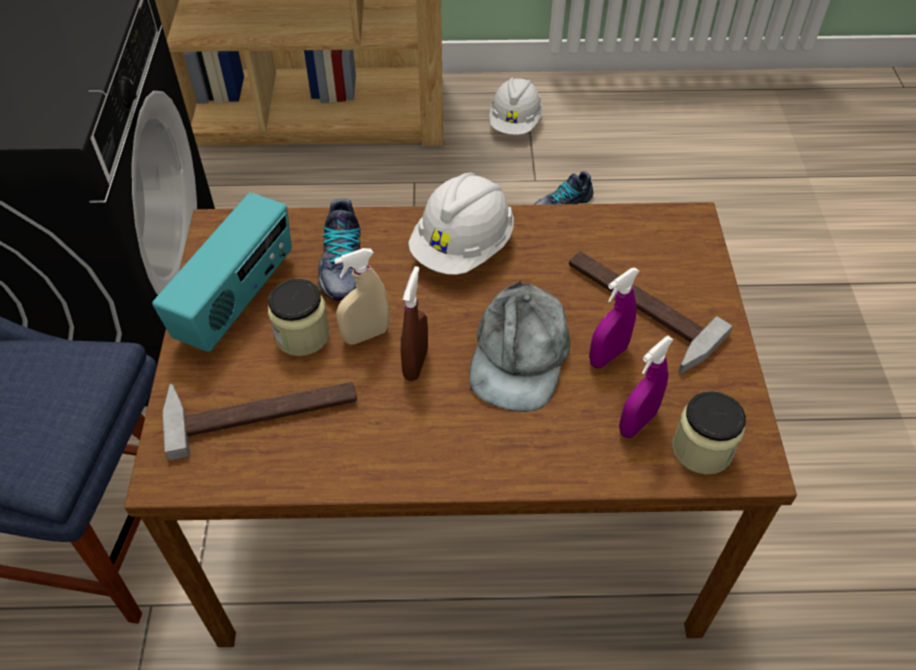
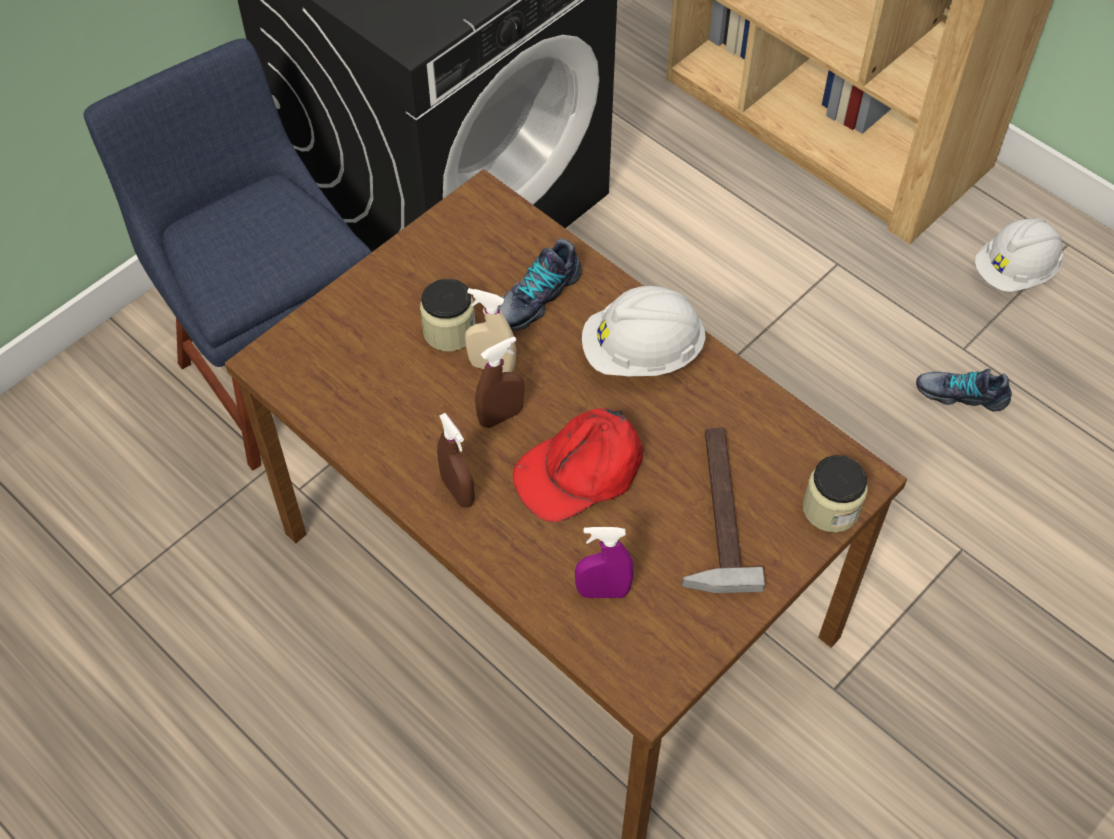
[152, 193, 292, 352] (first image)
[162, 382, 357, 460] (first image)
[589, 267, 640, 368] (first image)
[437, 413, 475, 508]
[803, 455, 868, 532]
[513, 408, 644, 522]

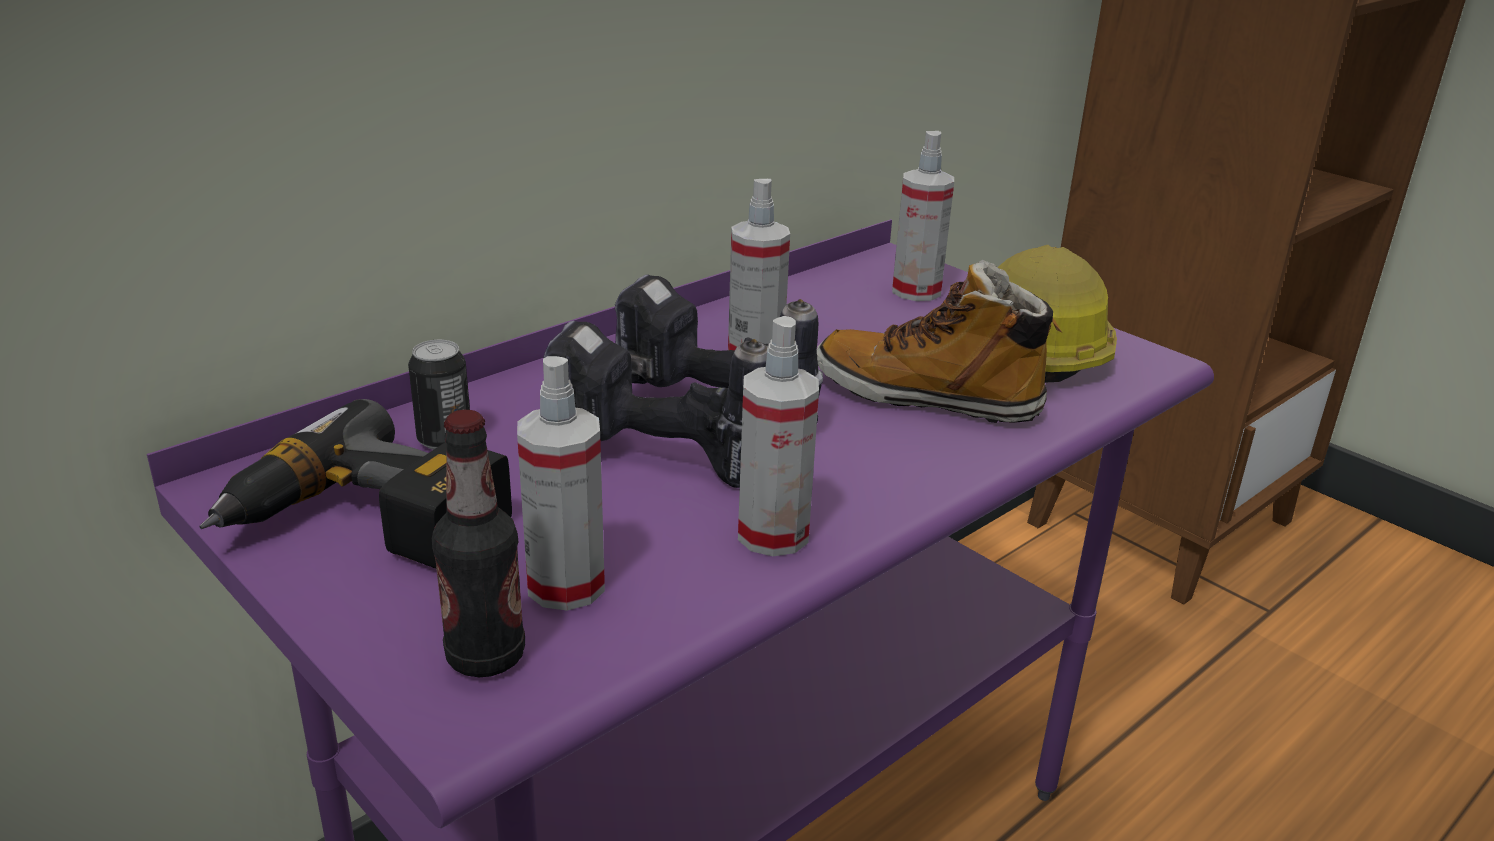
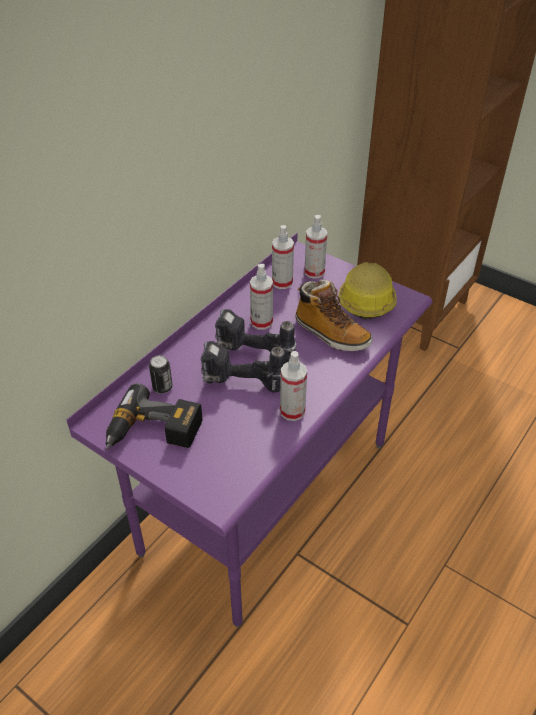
[432, 410, 525, 677] (first image)
[272, 225, 294, 289]
[295, 279, 372, 351]

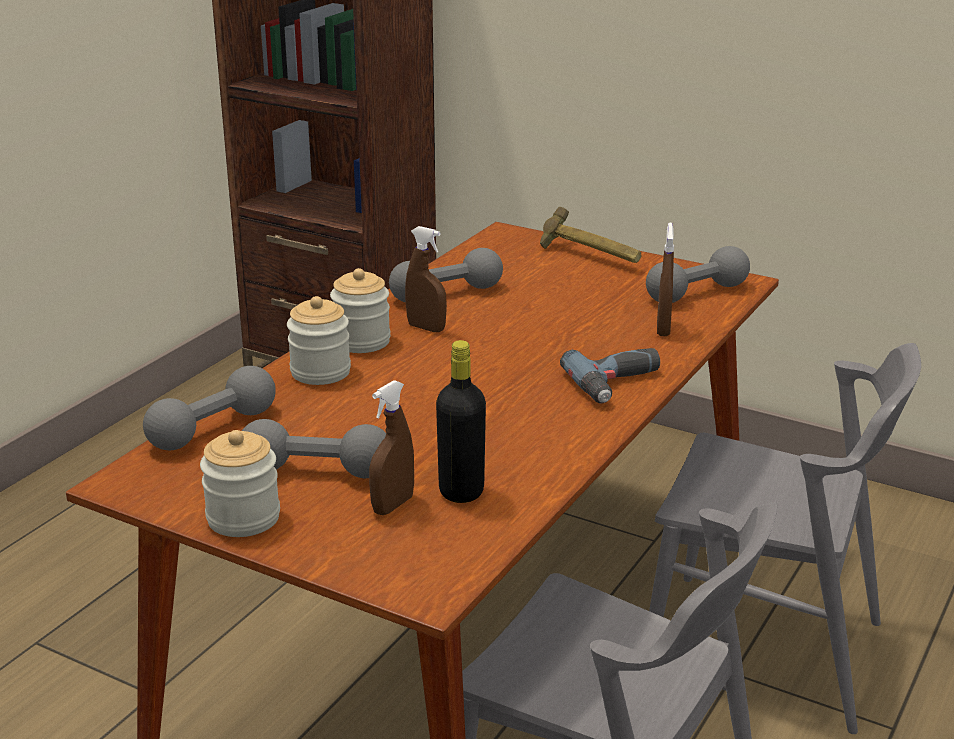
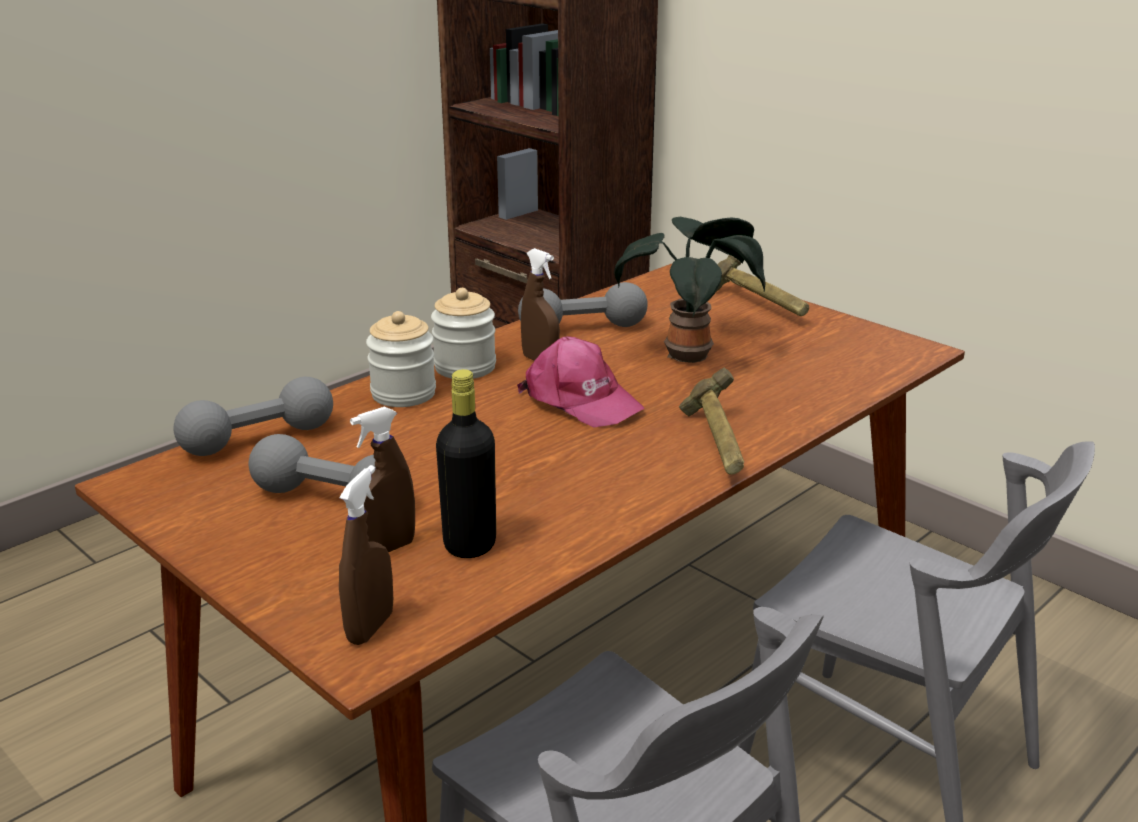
[200, 430, 280, 537] (first image)
[646, 246, 750, 303] (first image)
[517, 336, 645, 427]
[614, 217, 766, 363]
[339, 465, 393, 645]
[679, 368, 744, 474]

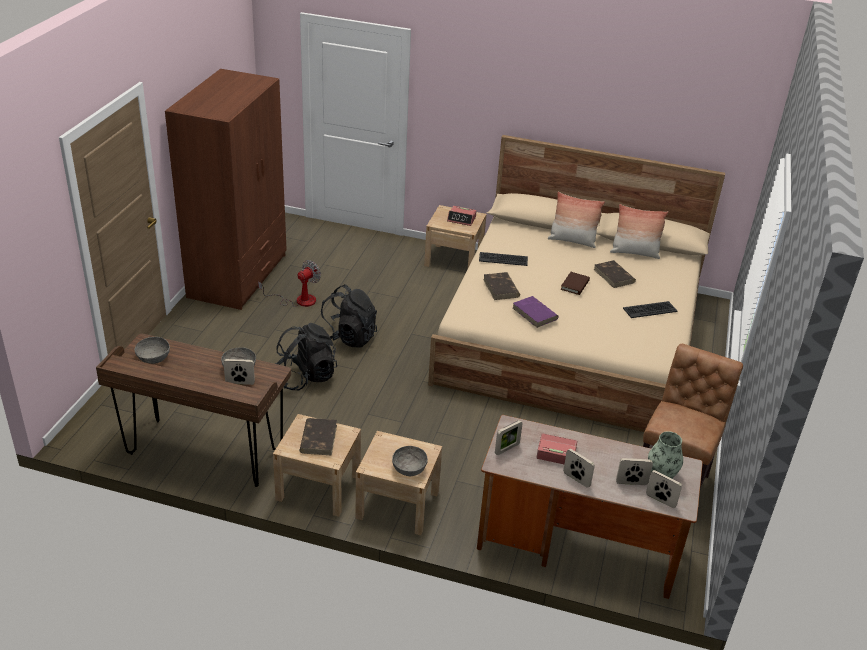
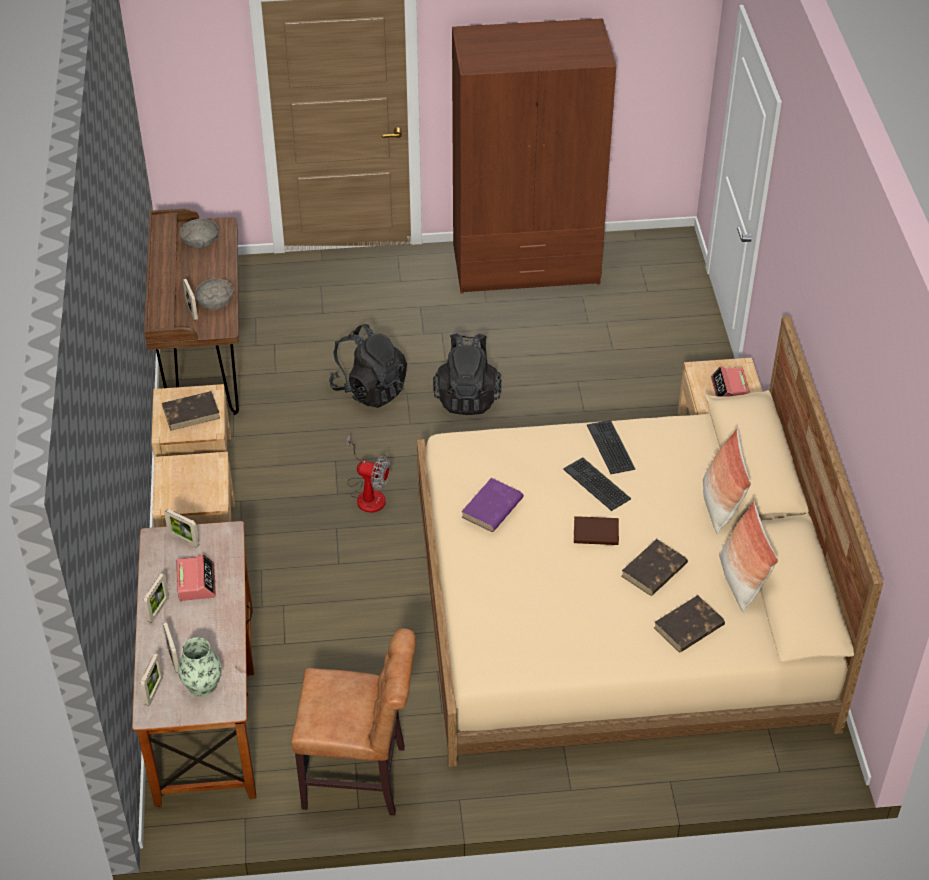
[392, 446, 428, 477] (first image)
[347, 435, 390, 513]
[654, 595, 725, 652]
[563, 457, 631, 511]

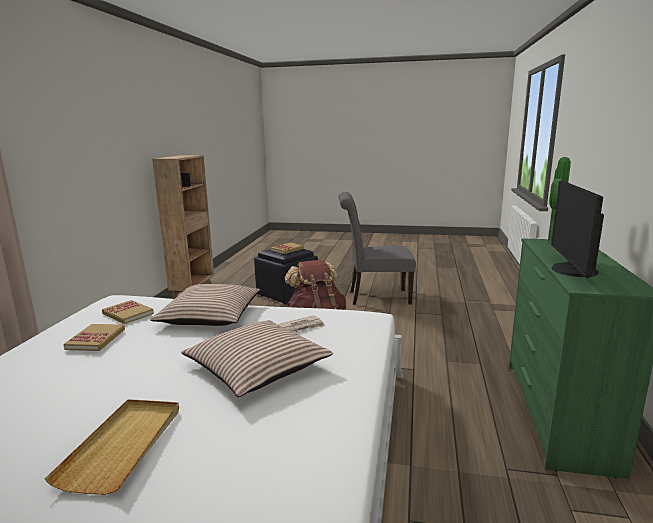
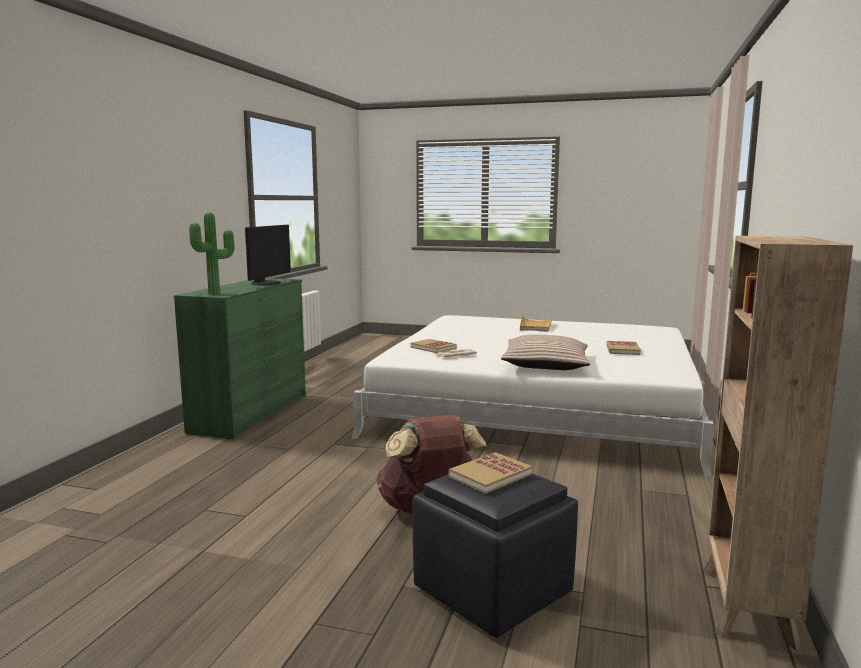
[181, 320, 333, 397] (first image)
[338, 192, 416, 305] (first image)
[411, 339, 457, 353]

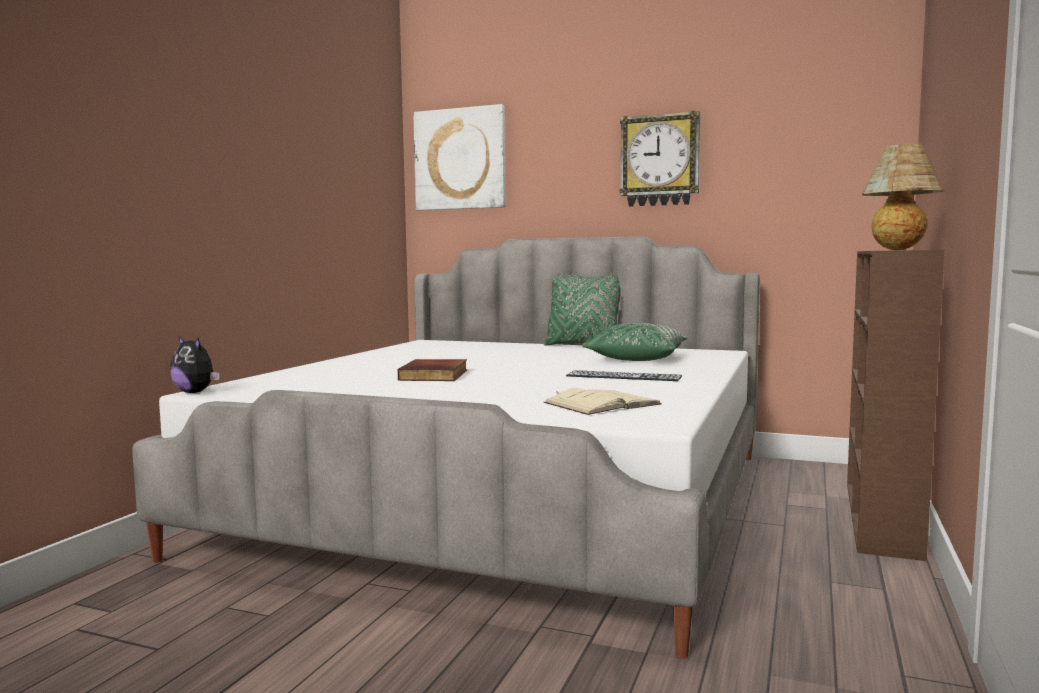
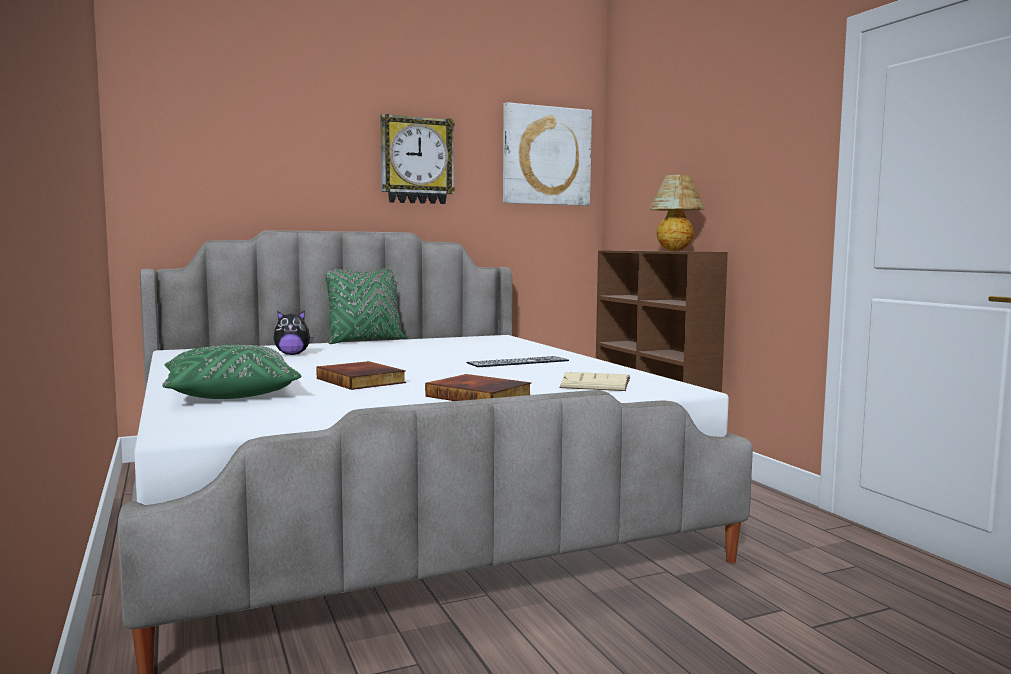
[425, 374, 531, 401]
[274, 310, 314, 355]
[503, 102, 592, 206]
[162, 345, 301, 399]

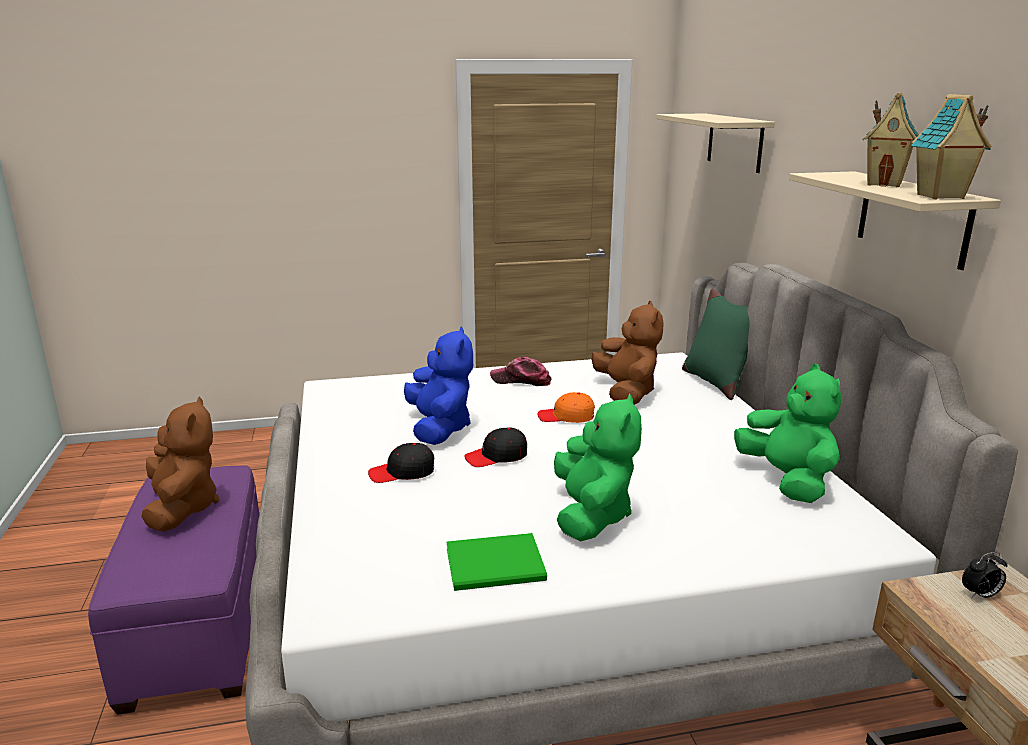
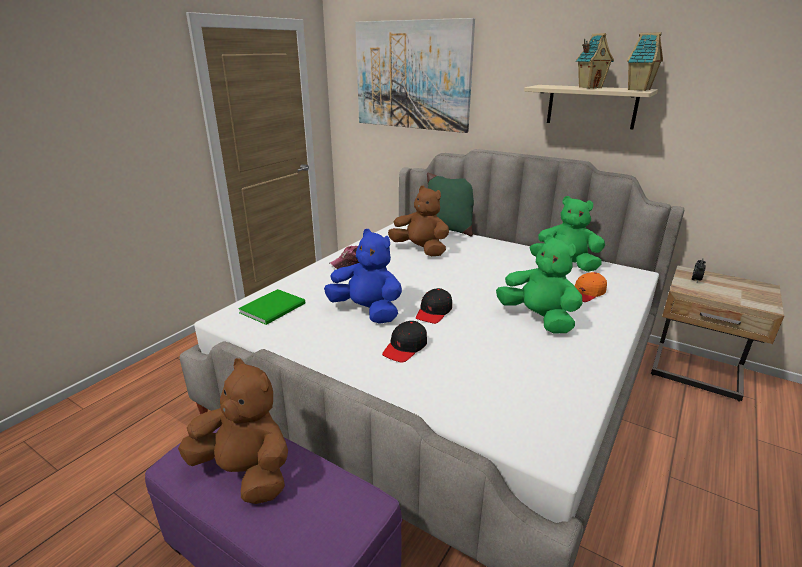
[238, 289, 305, 325]
[575, 272, 607, 302]
[355, 18, 475, 133]

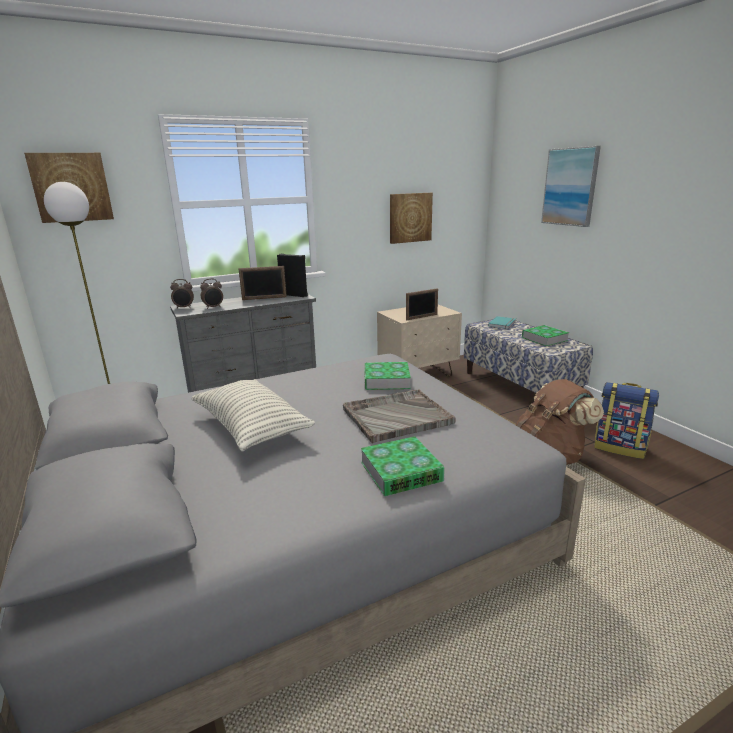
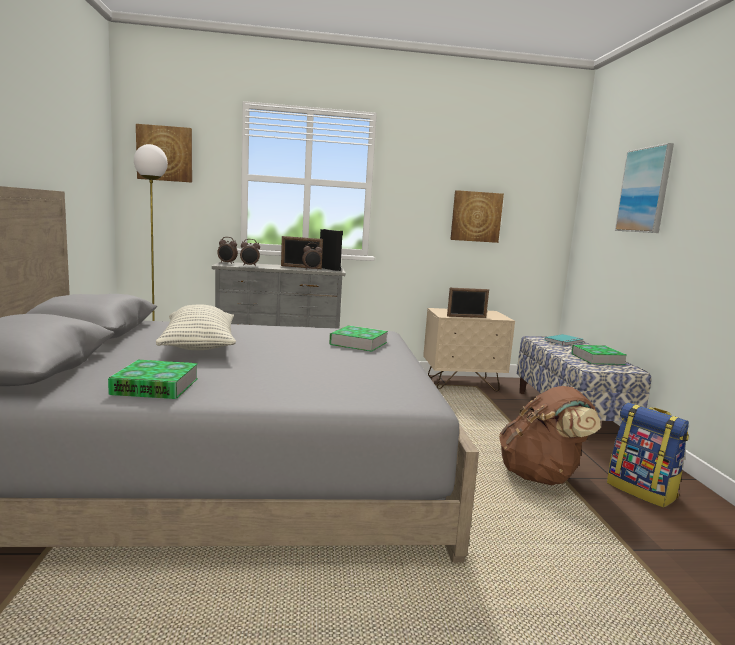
[343, 390, 456, 443] (first image)
[302, 243, 322, 270]
[108, 360, 198, 399]

